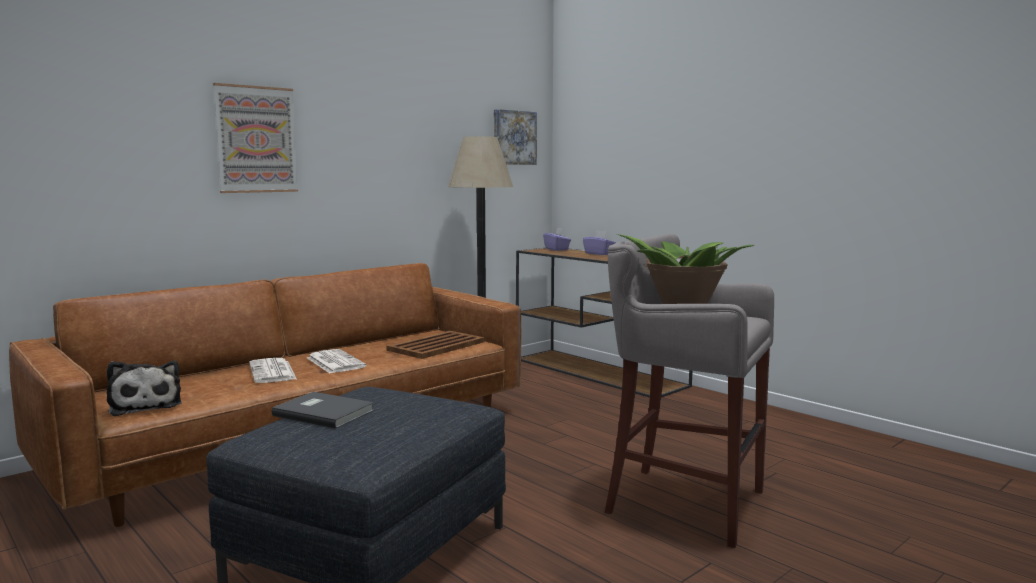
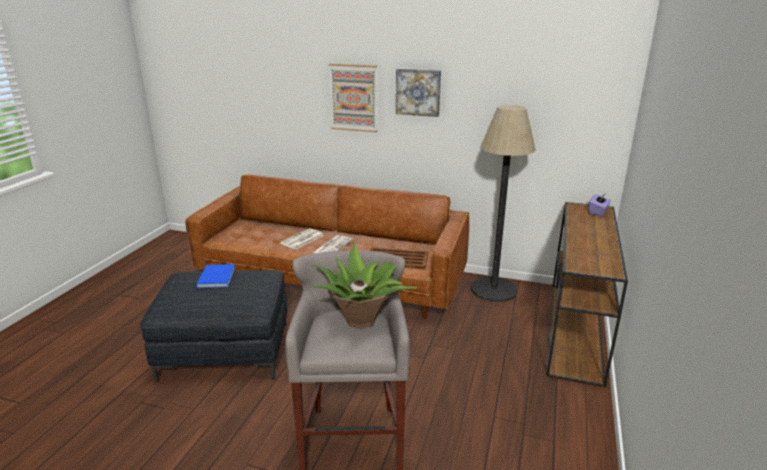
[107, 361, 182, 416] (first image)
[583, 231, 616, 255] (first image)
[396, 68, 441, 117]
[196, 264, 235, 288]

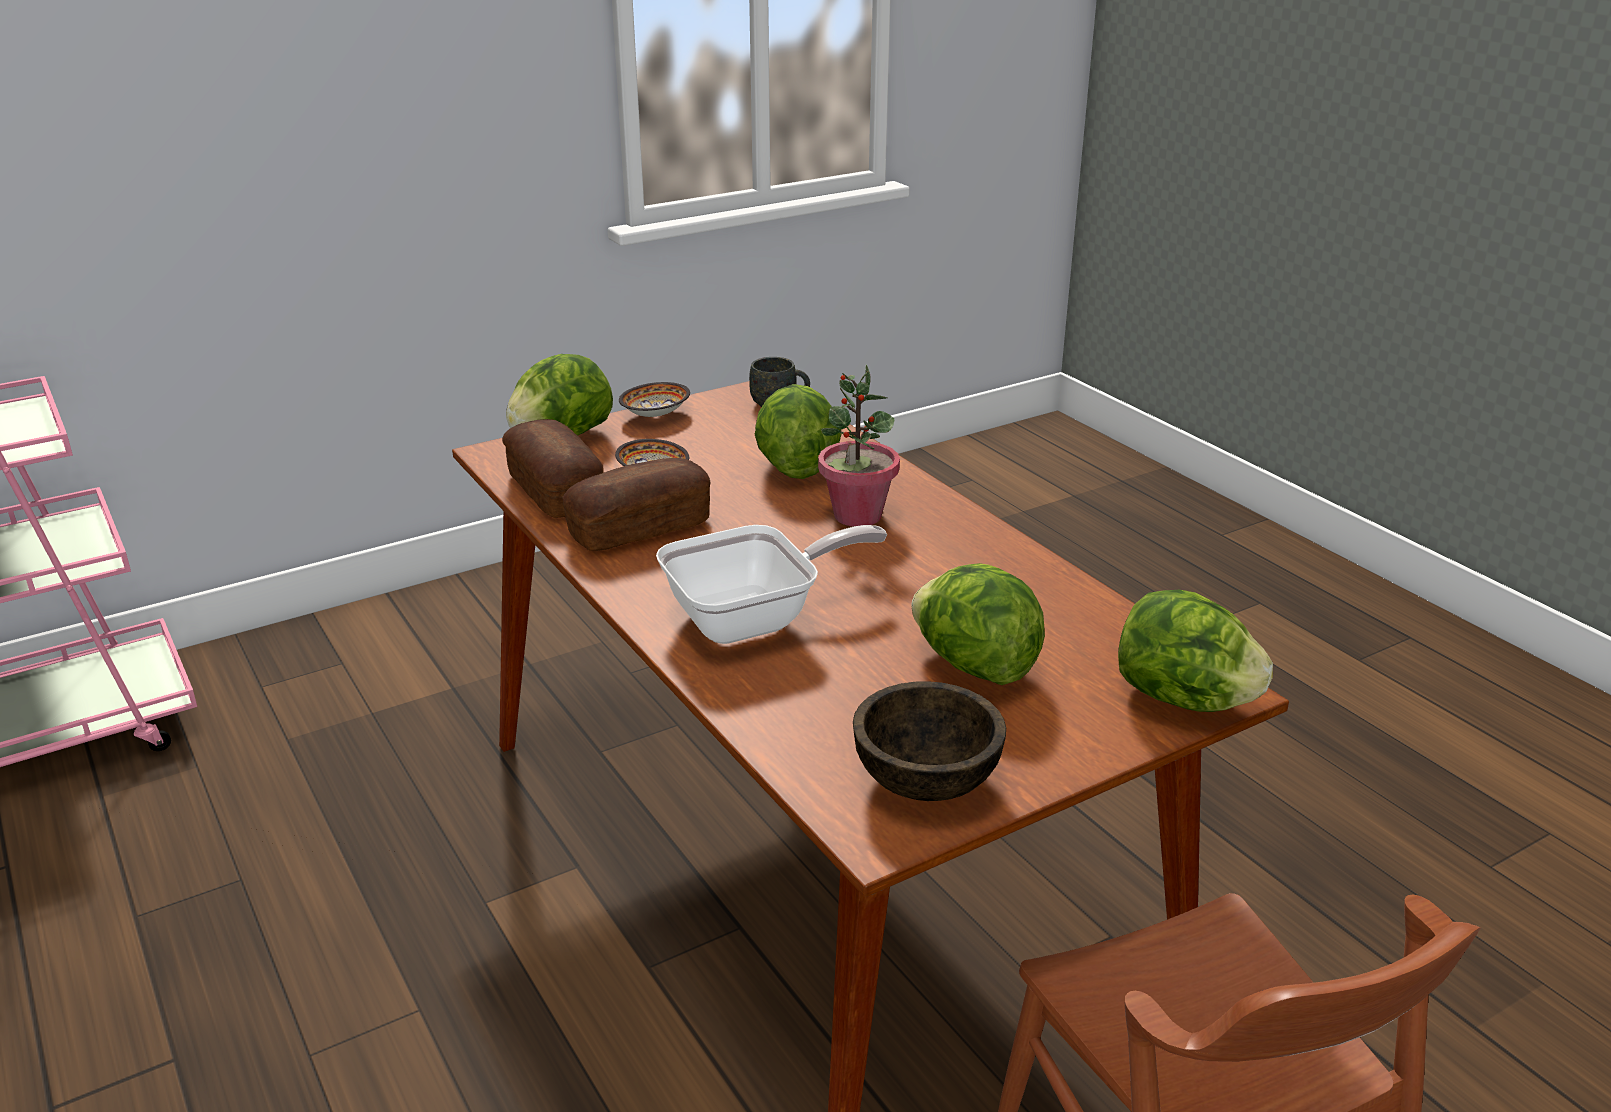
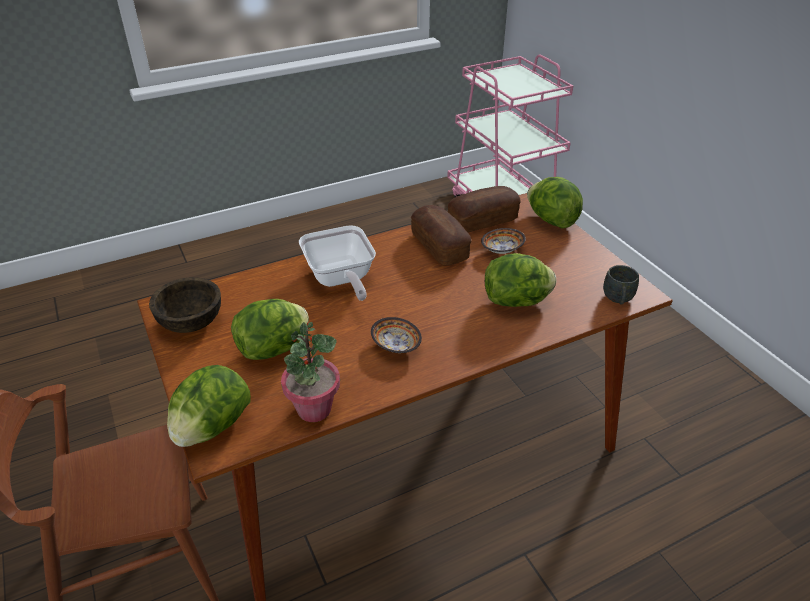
[371, 317, 422, 353]
[281, 322, 340, 422]

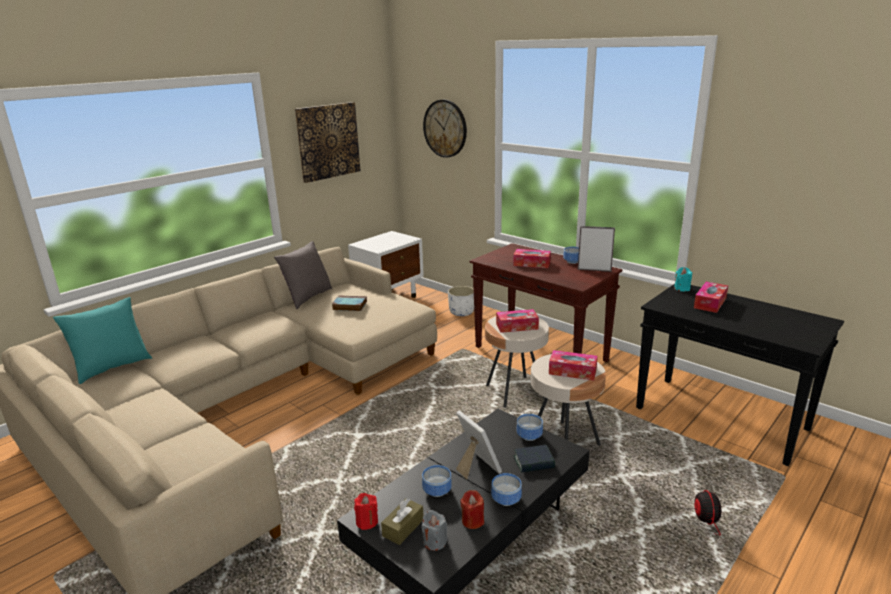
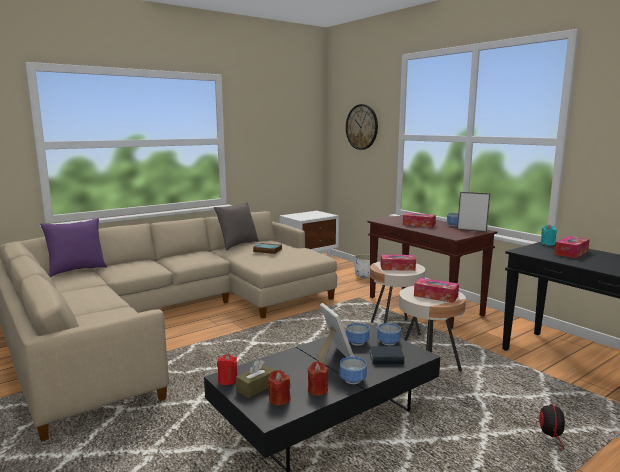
[295, 102, 361, 183] (first image)
[346, 323, 369, 346]
[40, 219, 107, 277]
[267, 370, 291, 406]

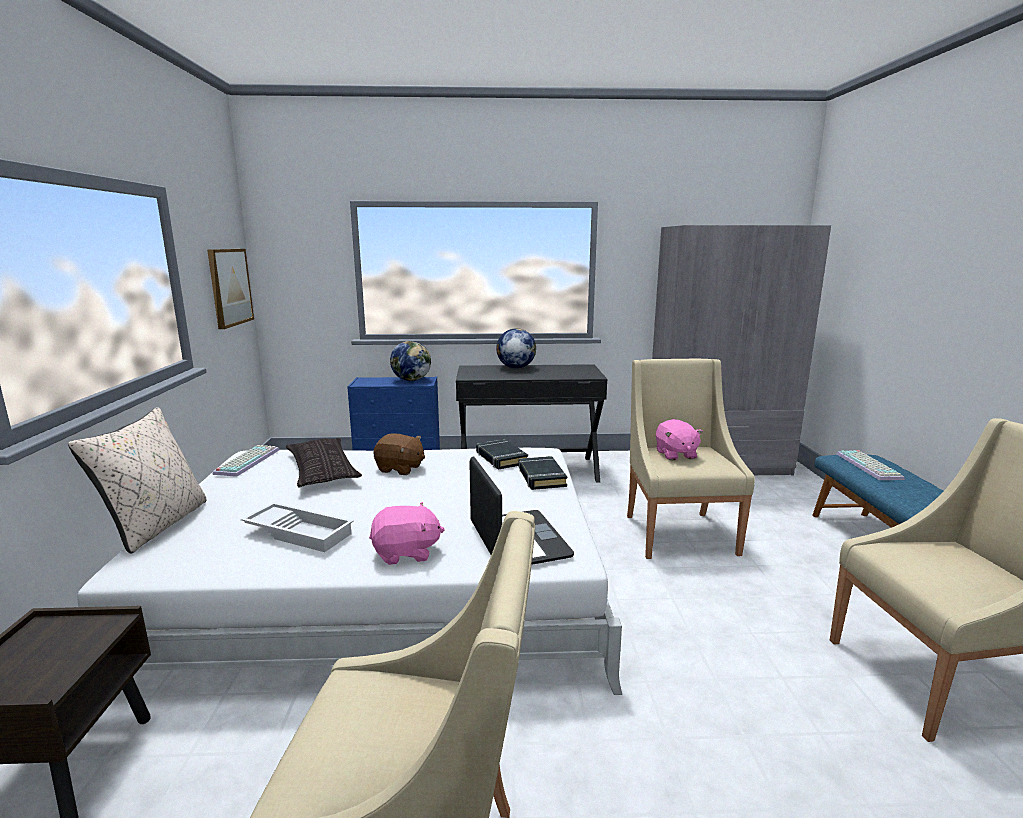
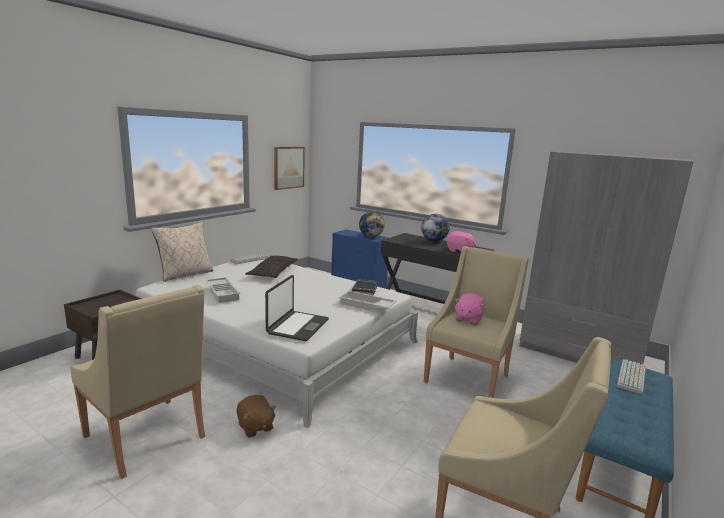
[447, 231, 476, 252]
[237, 395, 277, 437]
[339, 291, 397, 310]

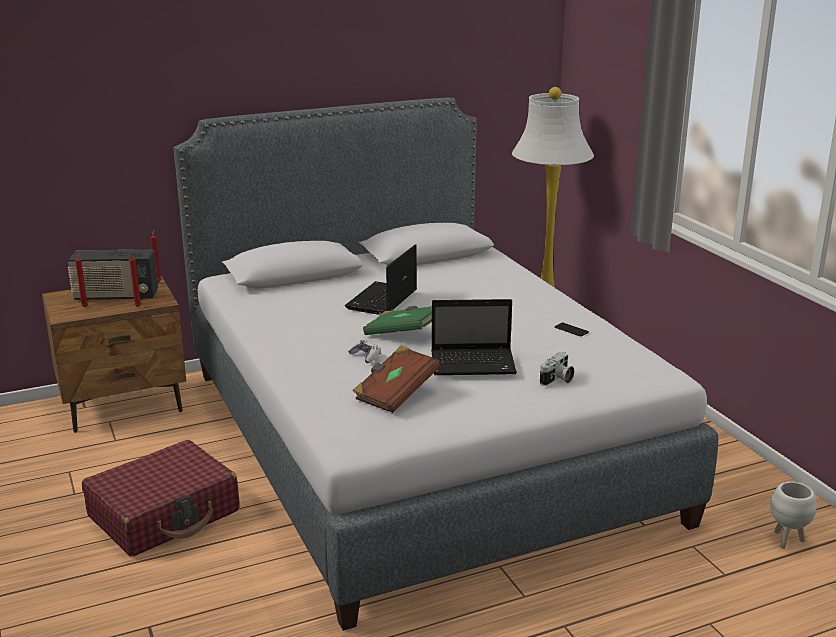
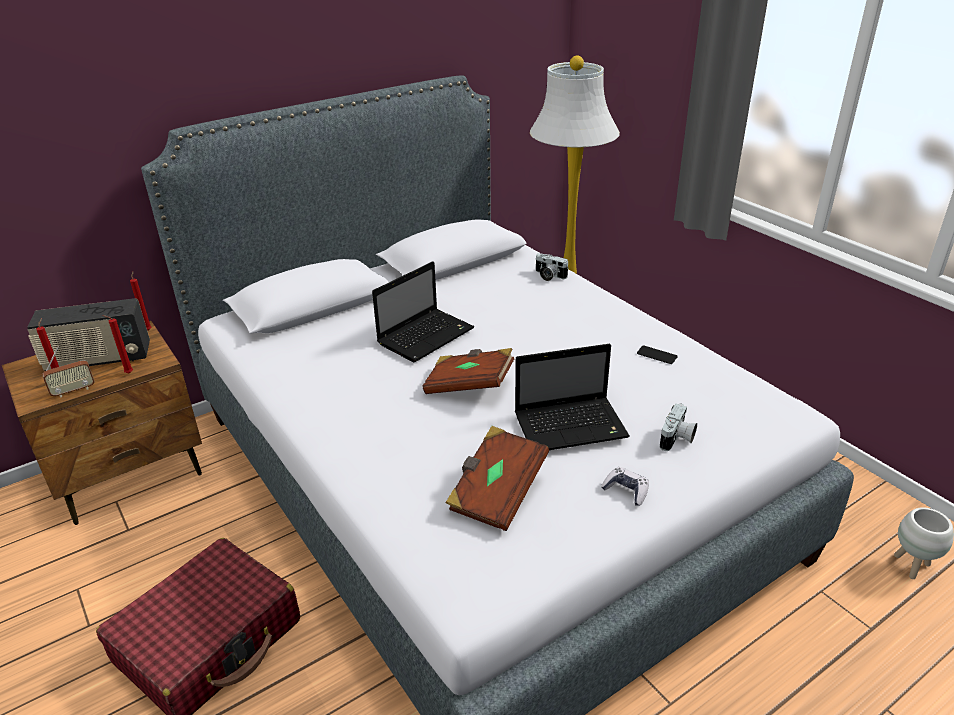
[42, 346, 95, 398]
[535, 253, 569, 281]
[601, 467, 649, 506]
[423, 348, 514, 394]
[372, 261, 474, 362]

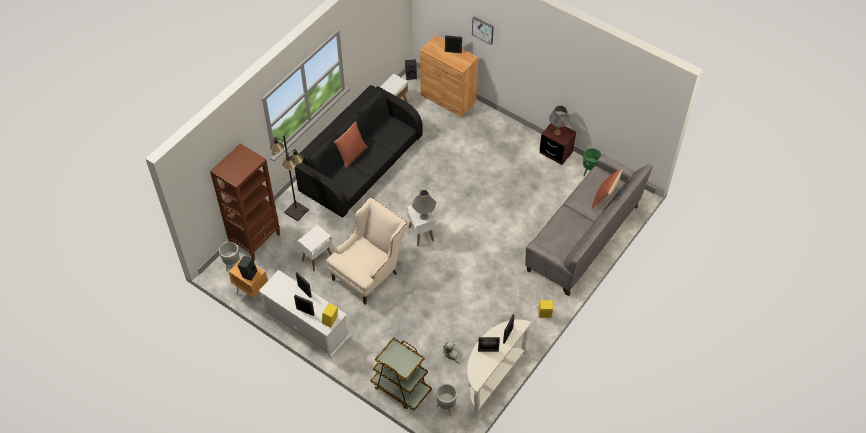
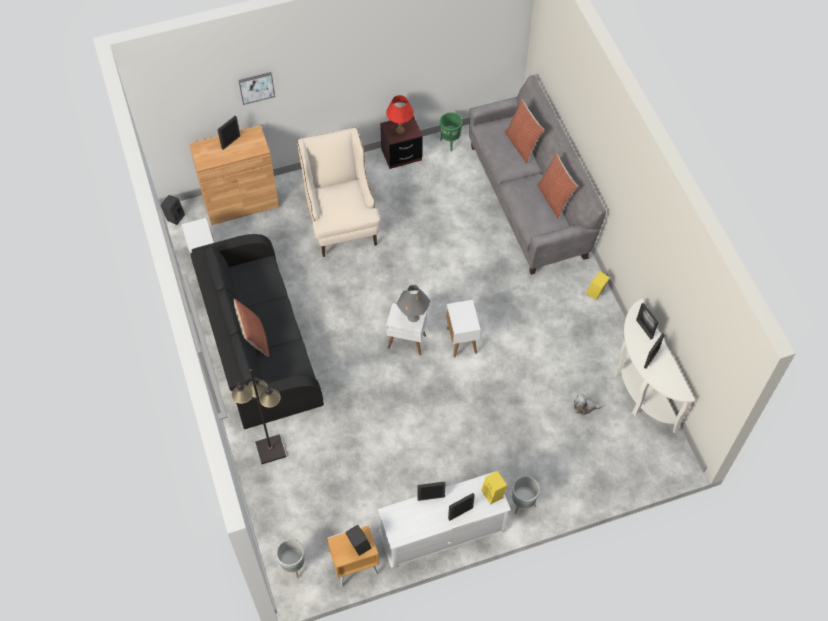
[210, 143, 280, 261] (first image)
[370, 337, 432, 411] (first image)
[537, 153, 578, 219]
[446, 300, 480, 357]
[297, 128, 381, 257]
[512, 476, 540, 514]
[386, 95, 414, 134]

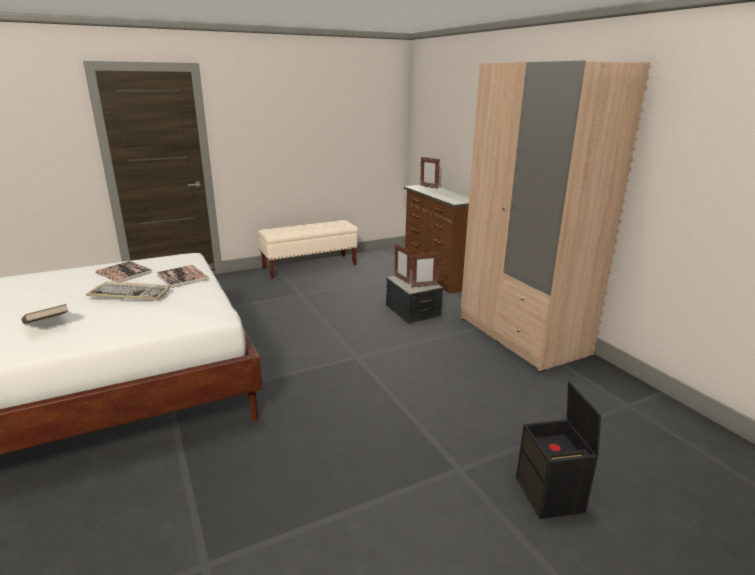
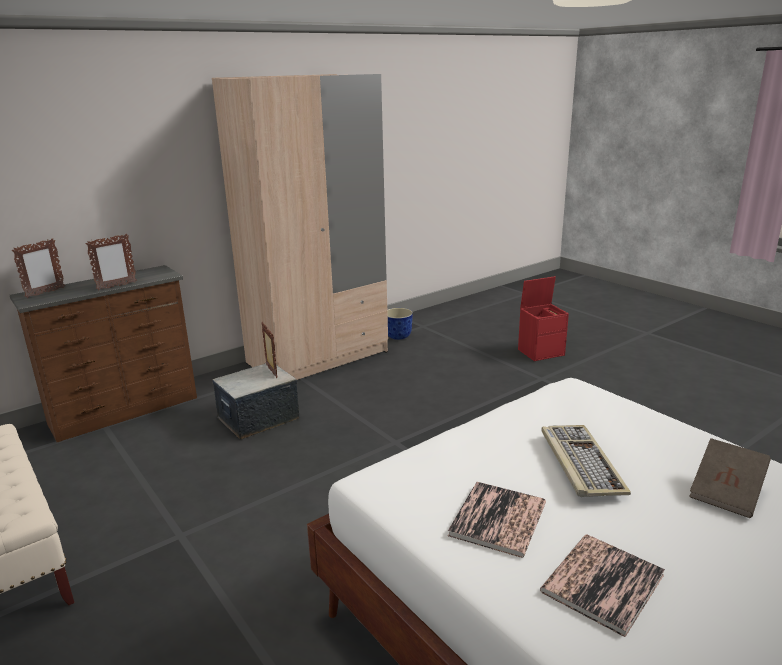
[387, 308, 413, 340]
[540, 534, 665, 637]
[86, 234, 137, 290]
[518, 276, 569, 361]

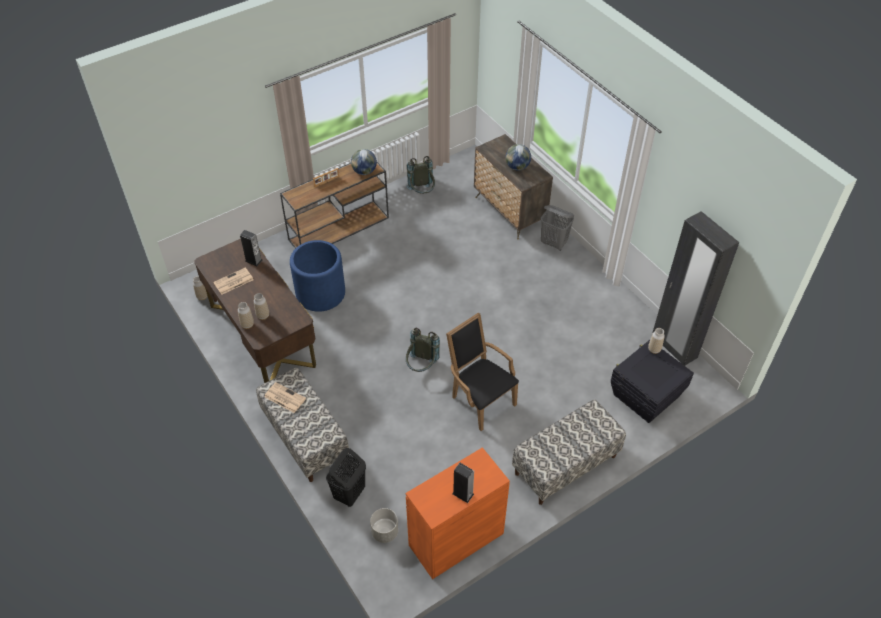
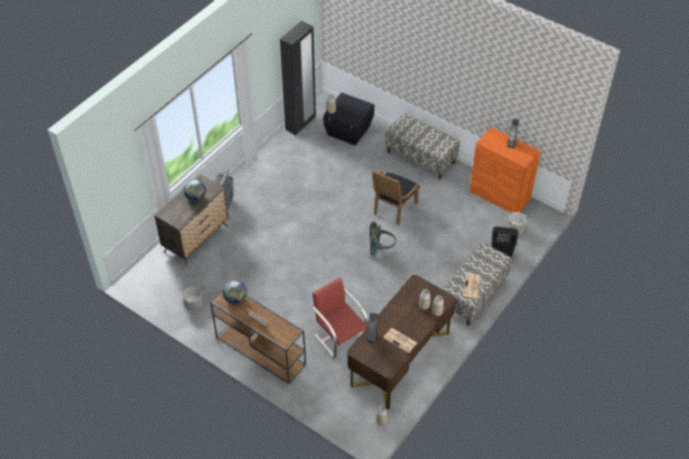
[312, 277, 369, 358]
[182, 287, 203, 311]

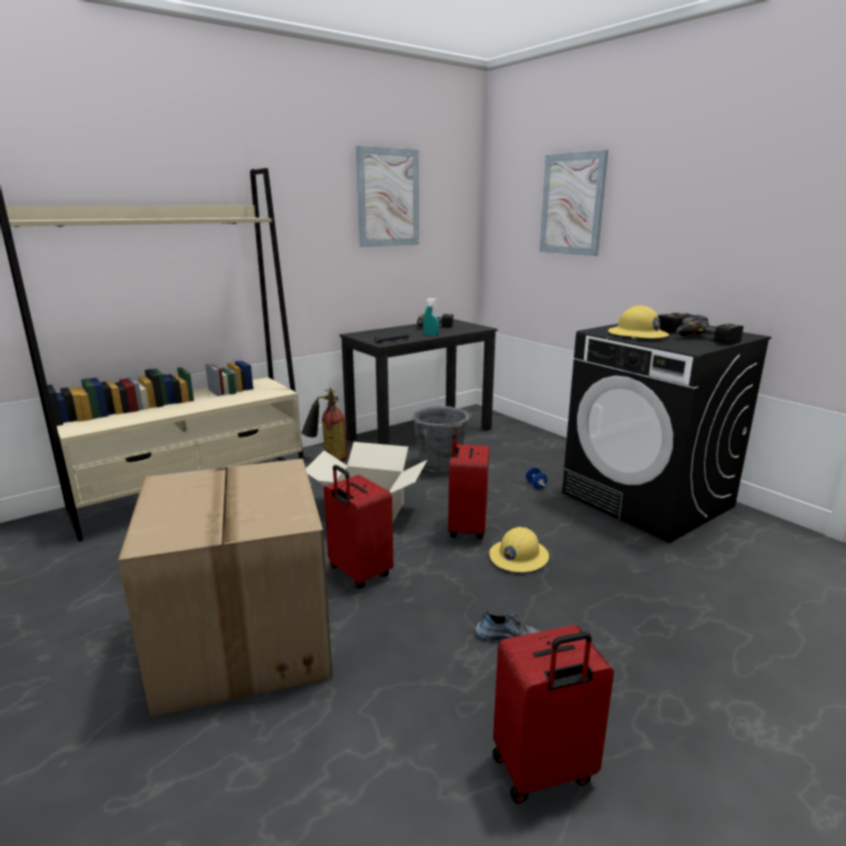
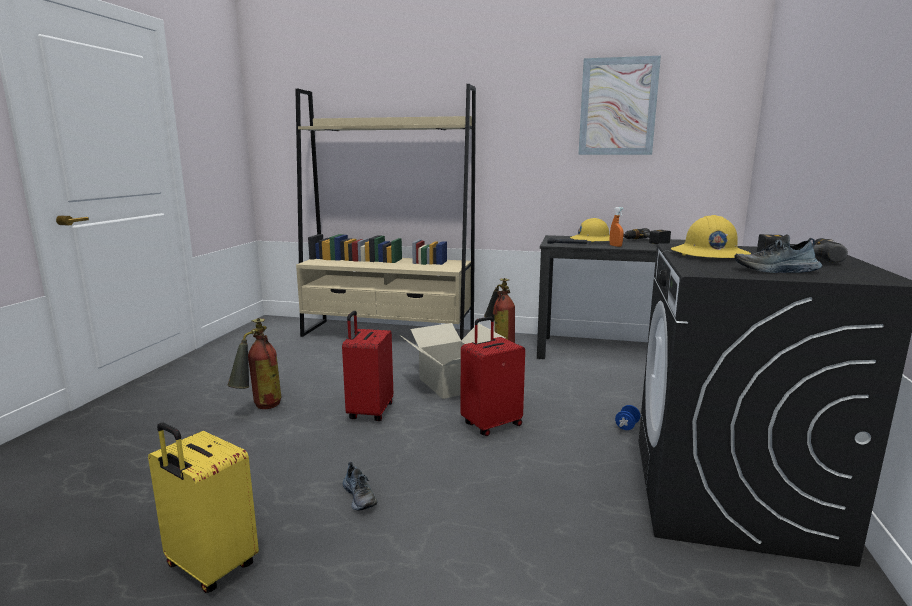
[412, 406, 471, 473] (first image)
[539, 150, 608, 256] (first image)
[570, 218, 610, 242]
[227, 318, 281, 409]
[734, 234, 822, 273]
[609, 207, 624, 247]
[148, 422, 259, 593]

